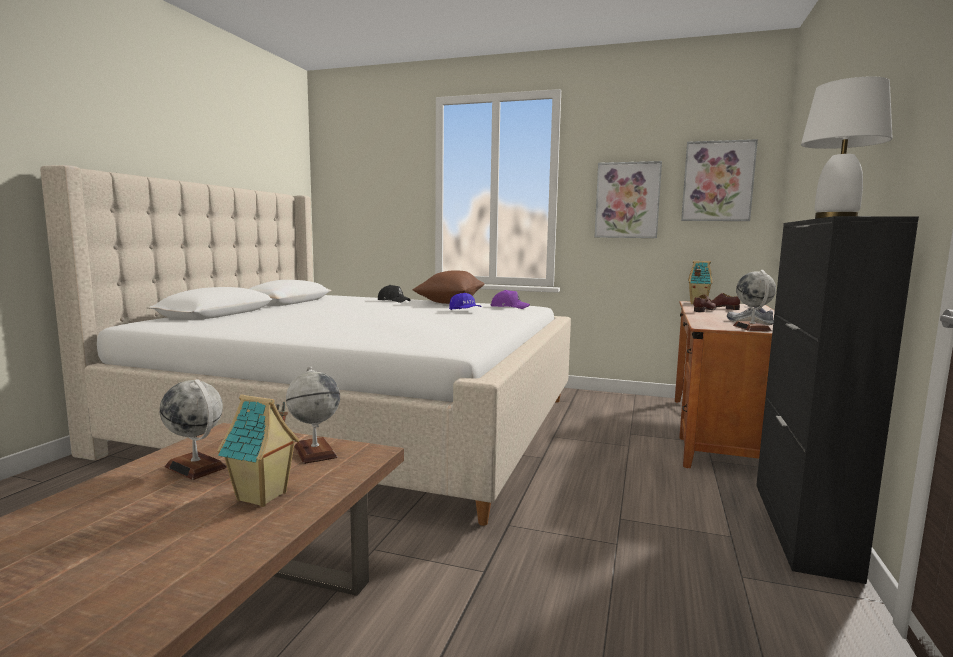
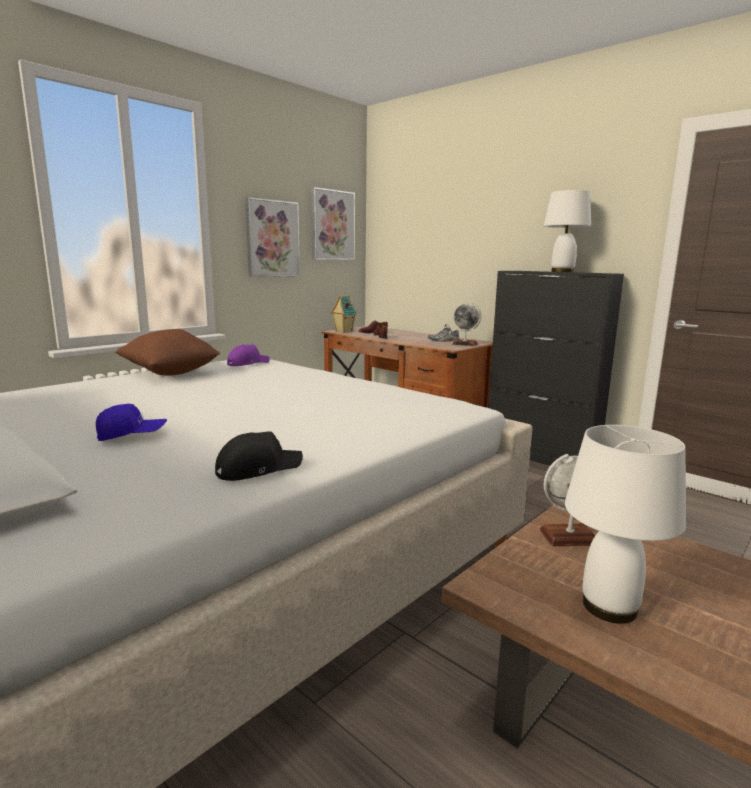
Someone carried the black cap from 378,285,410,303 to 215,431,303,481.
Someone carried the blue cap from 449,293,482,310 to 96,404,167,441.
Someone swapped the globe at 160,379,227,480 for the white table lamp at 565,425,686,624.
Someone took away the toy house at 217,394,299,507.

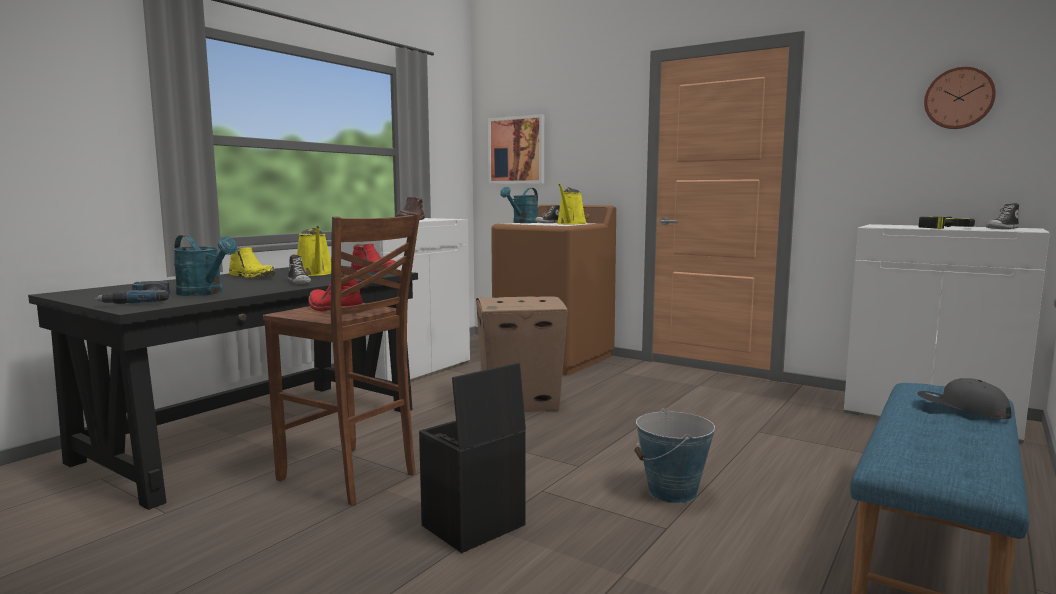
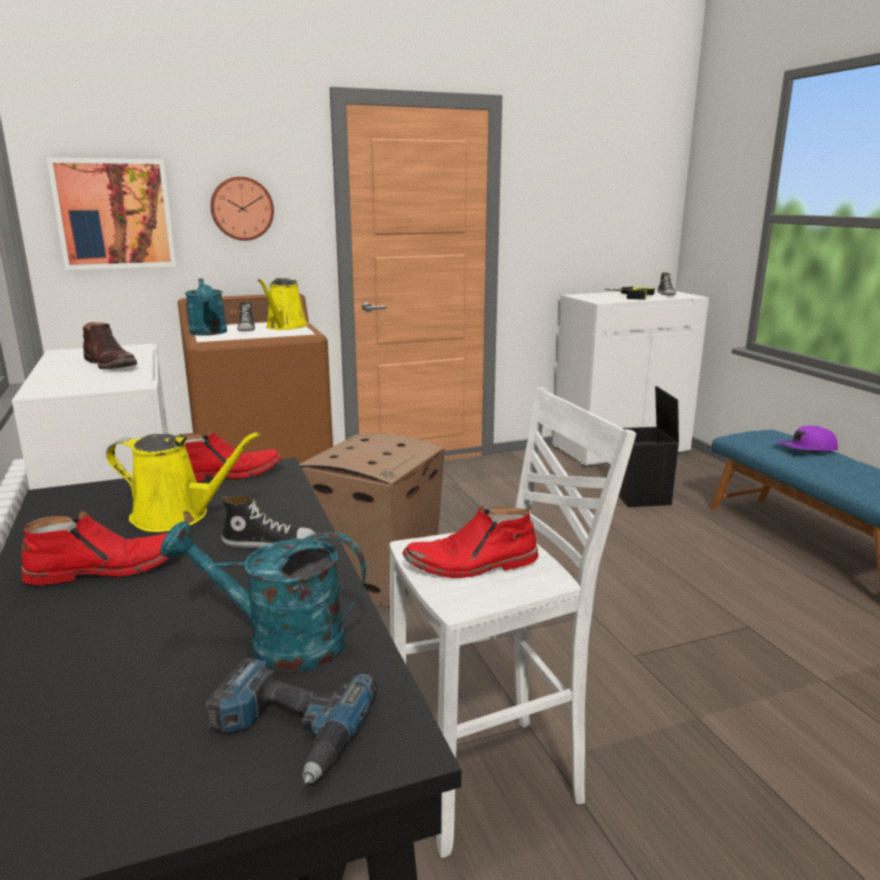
Someone carried the wall clock from 924,66,996,129 to 210,176,274,241.
Someone rotated the yellow watering can at 557,184,586,225 by 45 degrees clockwise.
Someone repainted the brown stool at 263,214,420,506, which became the white stool at 390,387,636,858.
Someone rotated the turquoise watering can at 173,235,237,296 by 150 degrees counterclockwise.
Someone repainted the yellow boot at 229,247,276,278, which became the red boot at 21,511,170,585.
Someone carried the black storage box from 419,362,526,553 to 619,386,679,507.
Someone repainted the grey cap at 917,378,1012,419, which became the purple cap at 776,425,838,451.
Someone took away the bucket at 634,408,715,503.

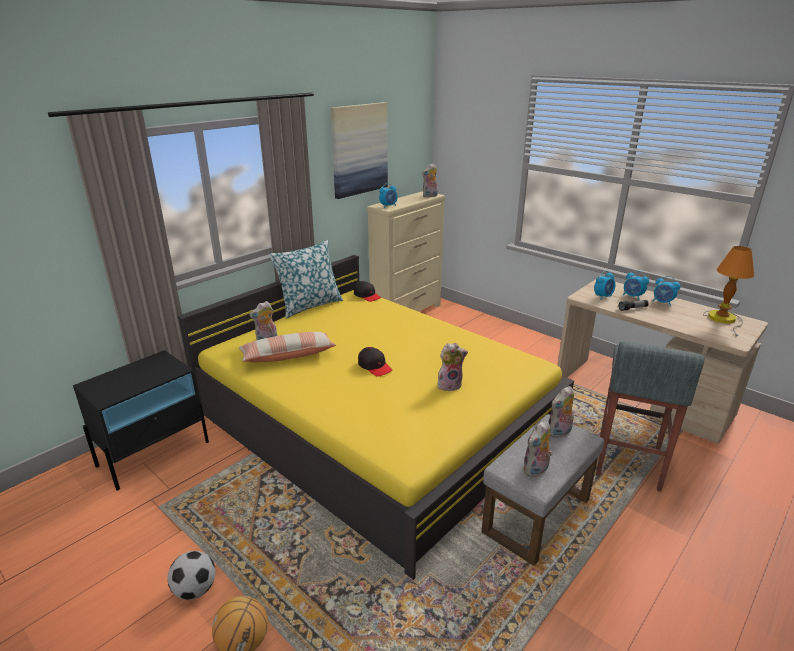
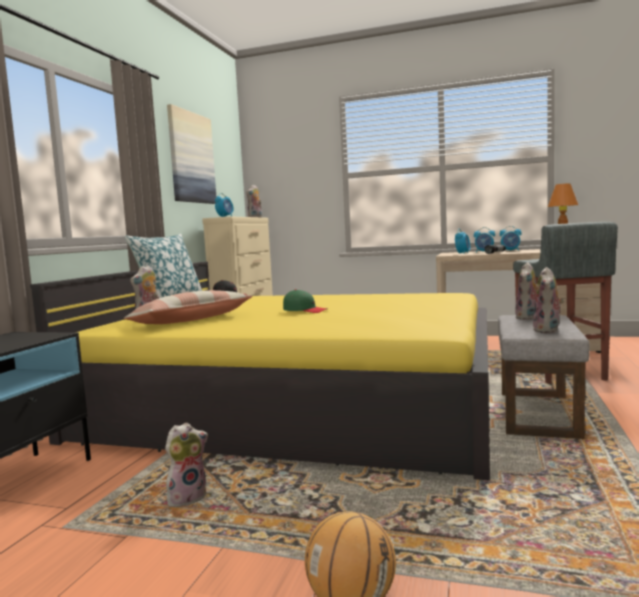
Someone carried the plush toy from 438,343,468,391 to 165,423,208,507.
Someone repainted the black cap at 358,347,392,377, which became the green cap at 283,289,328,313.
Someone took away the football at 167,551,215,600.

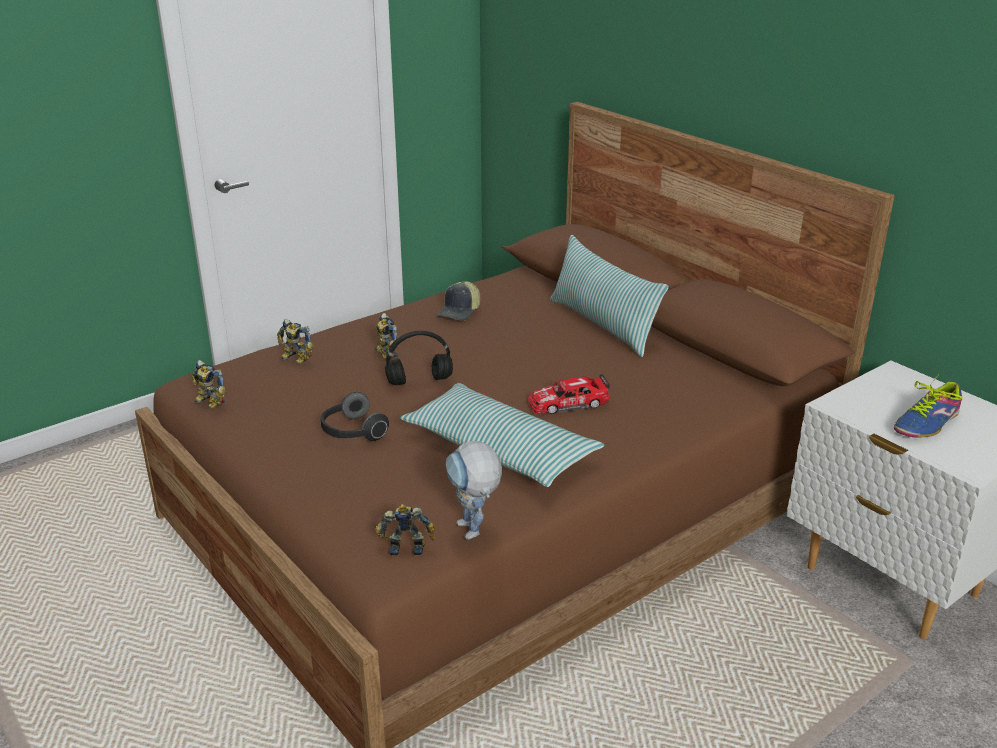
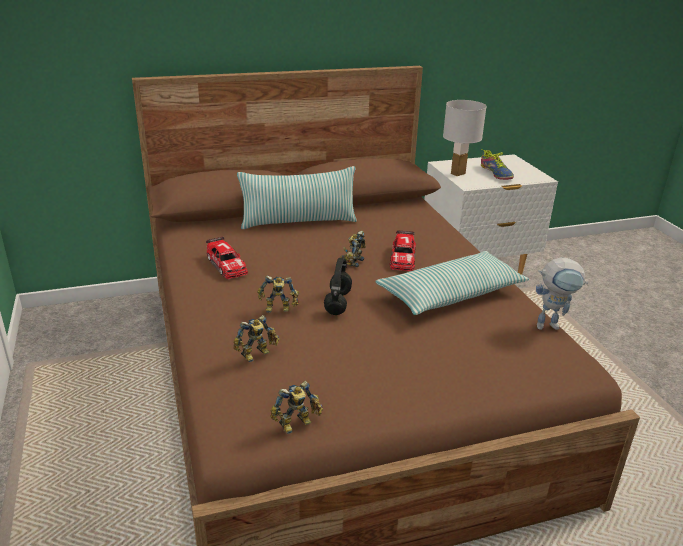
Someone swapped the cap at 437,281,480,321 for the toy car at 206,237,248,279.
Someone took away the headphones at 321,392,389,441.
Someone carried the toy robot from 375,504,435,556 to 341,231,366,267.
Someone put down the white table lamp at 443,100,487,176.

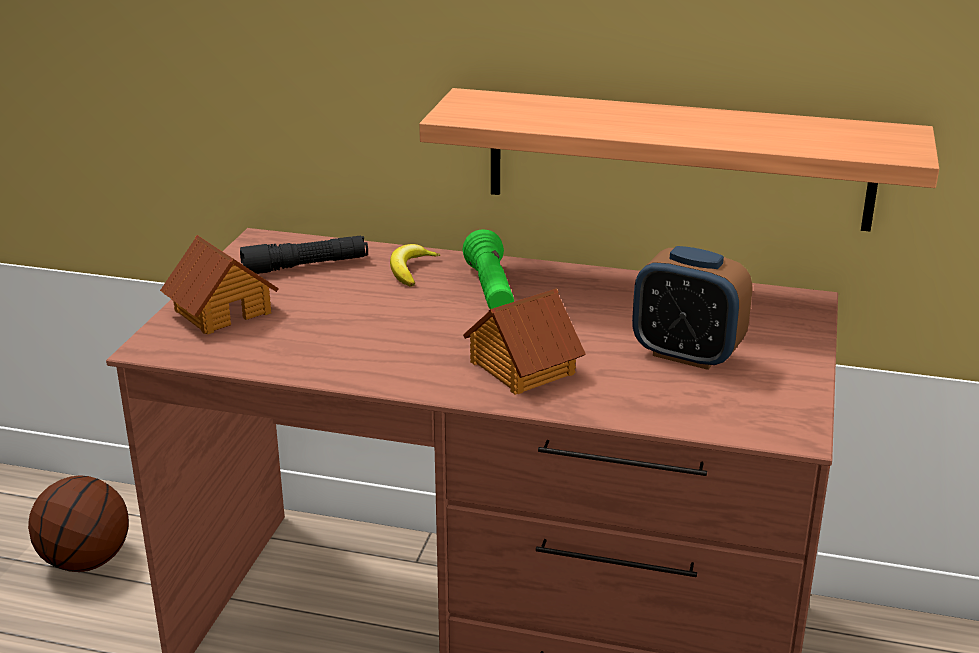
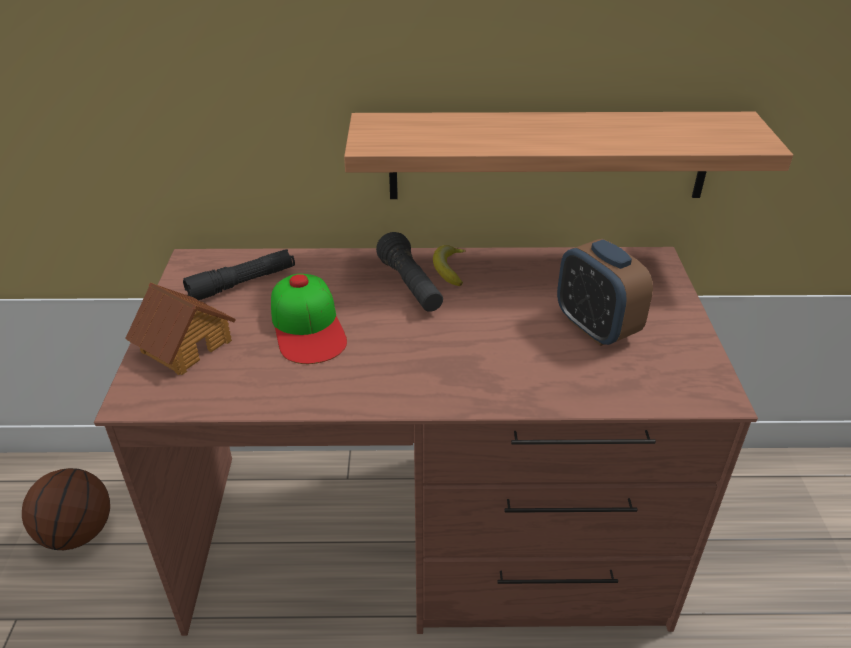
Someone repainted the green flashlight at 463,229,514,309, which became the black flashlight at 376,232,443,312.
Someone carried the banana from 390,244,440,287 to 433,245,465,286.
Someone rotated the alarm clock at 632,246,752,370 by 45 degrees clockwise.
Someone took away the toy house at 463,288,586,395.
Someone put down the cap at 271,274,347,364.

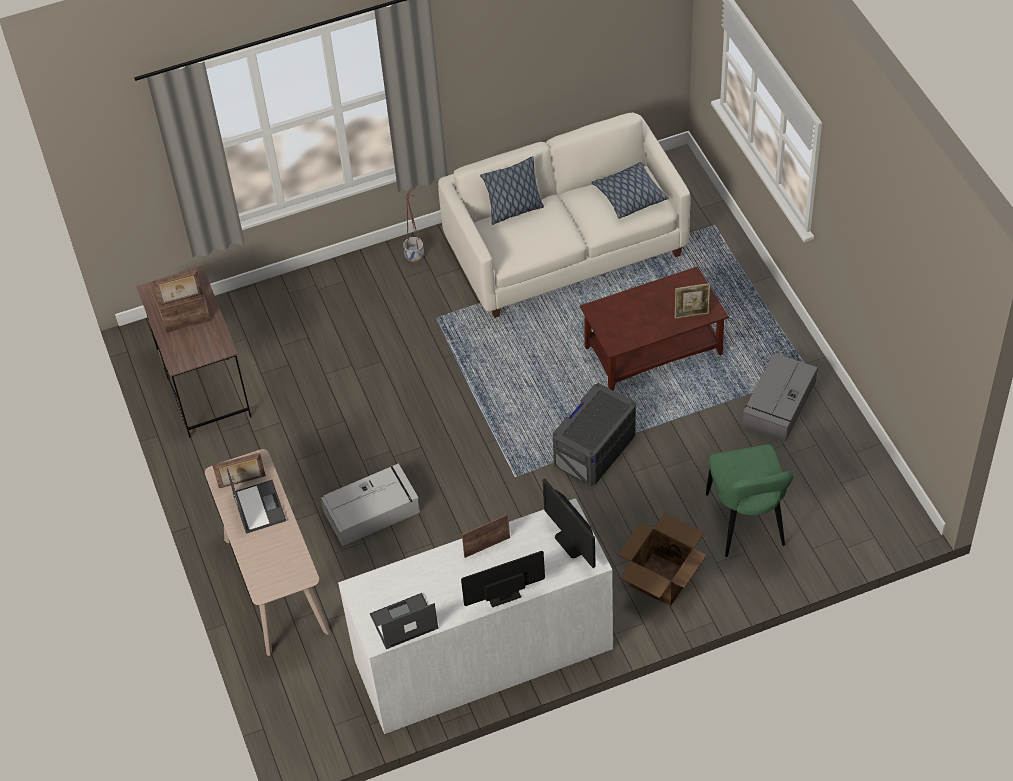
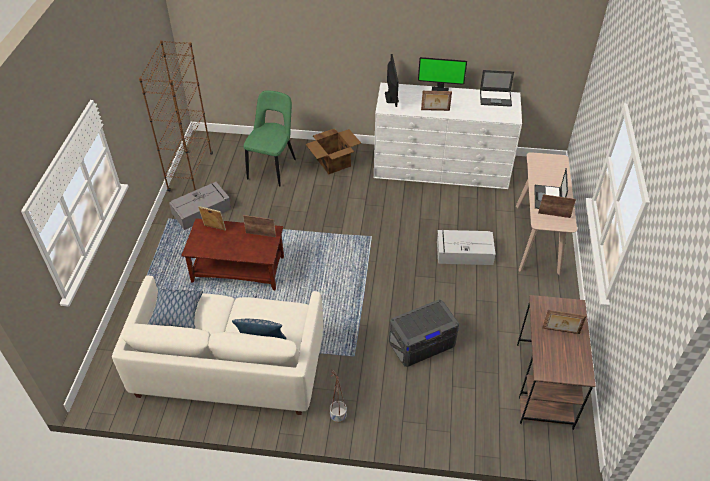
Someone carried the picture frame from 153,270,203,305 to 243,215,276,237.
Someone carried the grey storage box from 553,383,636,486 to 389,300,459,367.
Someone put down the brown bookcase at 139,40,213,191.

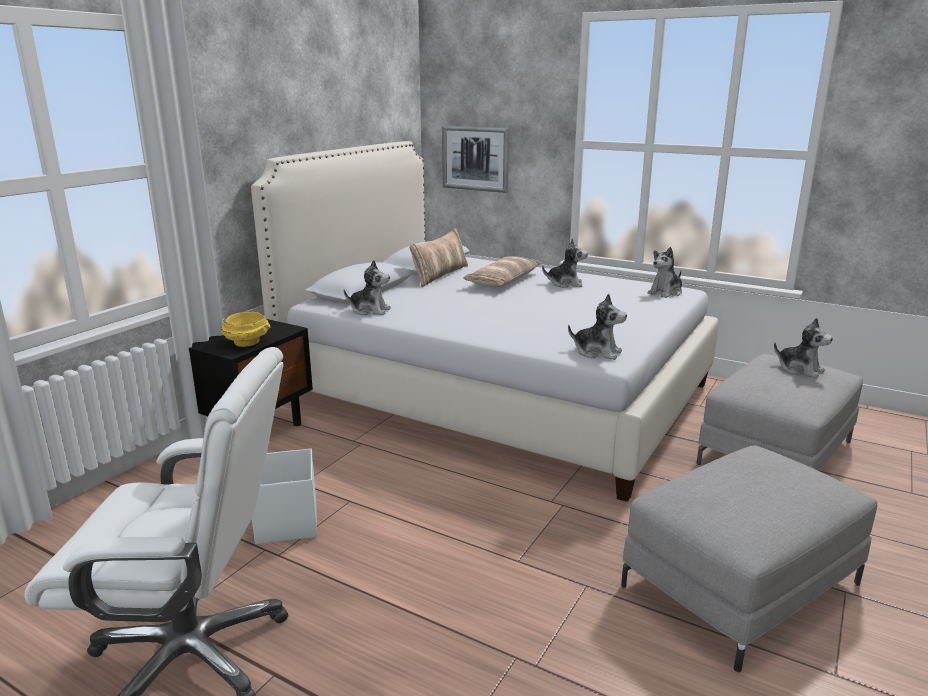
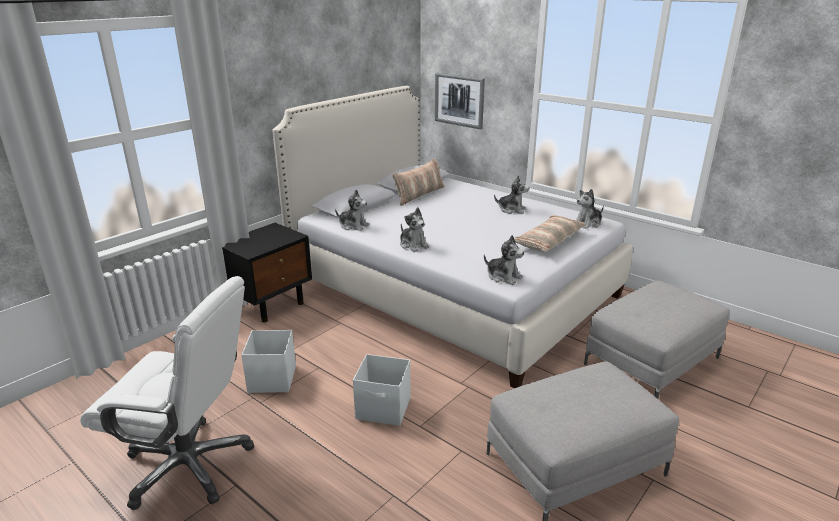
Someone carried the pillow from 463,256,542,288 to 514,215,586,252.
Someone took away the yellow bowl at 221,311,270,347.
Someone carried the plush toy from 774,318,833,378 to 400,207,429,252.
Someone put down the white storage box at 353,354,410,426.

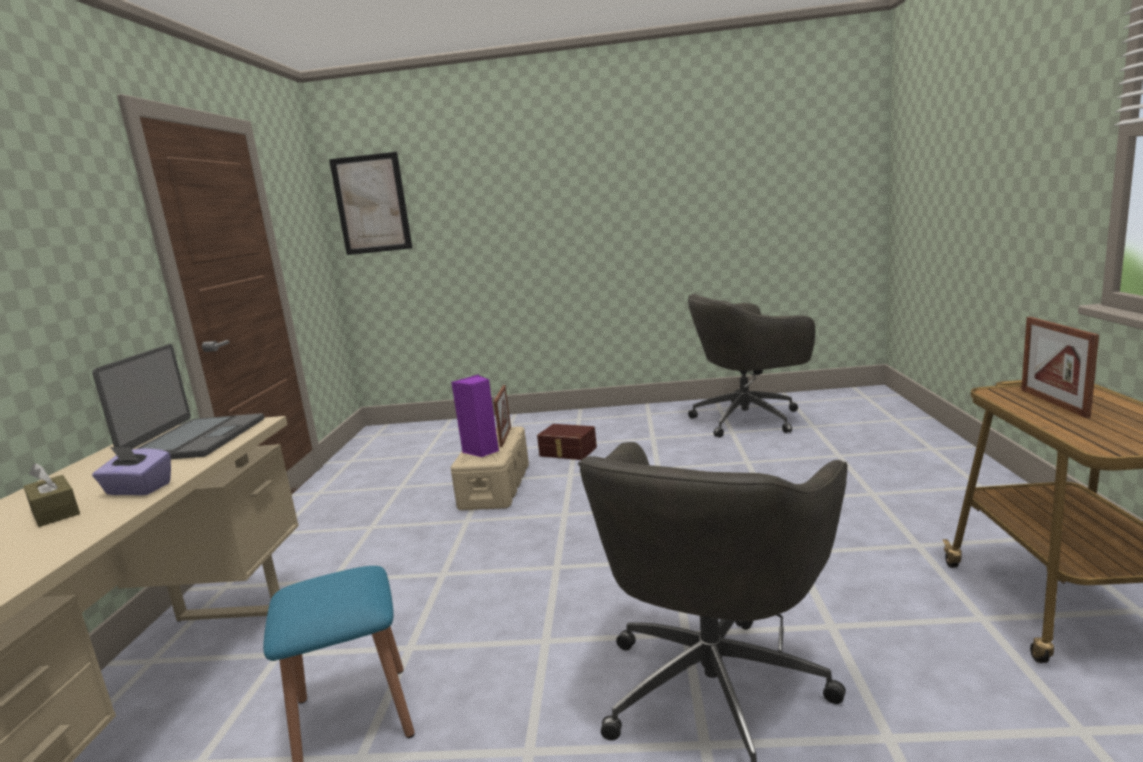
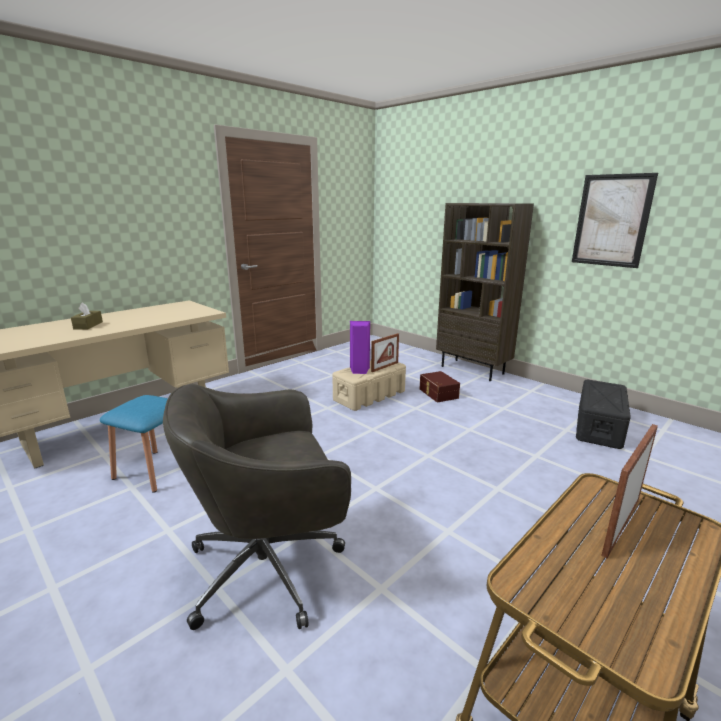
Someone carried the picture from 329,152,412,255 to 572,173,658,268.
Someone swapped the grey office chair at 688,294,815,438 for the black storage box at 576,380,631,449.
Someone took away the laptop at 92,344,264,459.
Someone took away the purple tissue box at 92,447,171,495.
Someone put down the brown bookcase at 436,203,534,381.

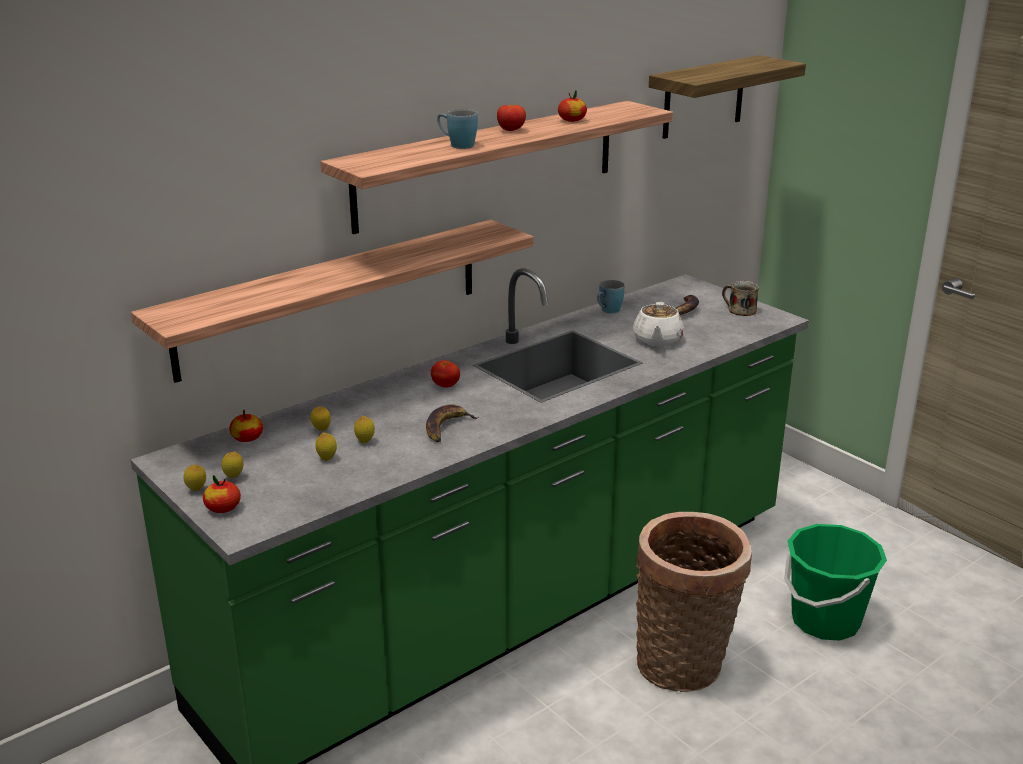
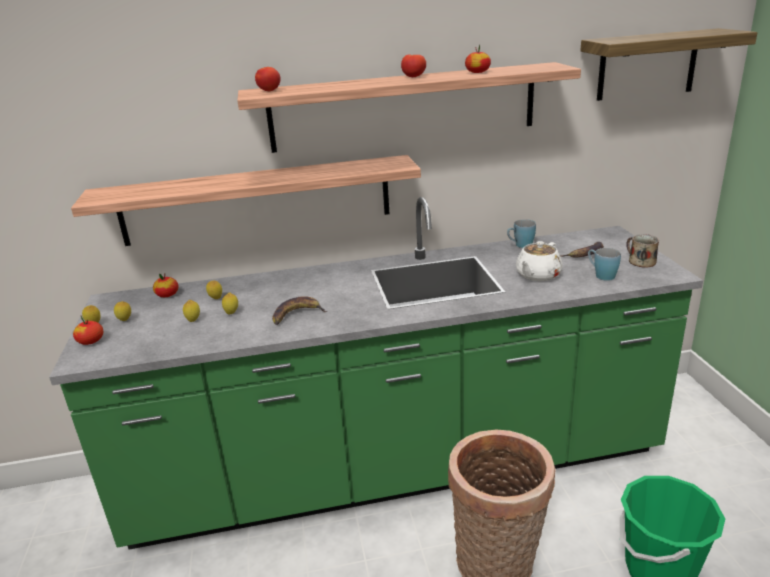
Someone carried the blue mug from 437,109,478,149 to 588,248,621,281.
Someone carried the tomato from 431,360,460,388 to 255,67,281,91.

